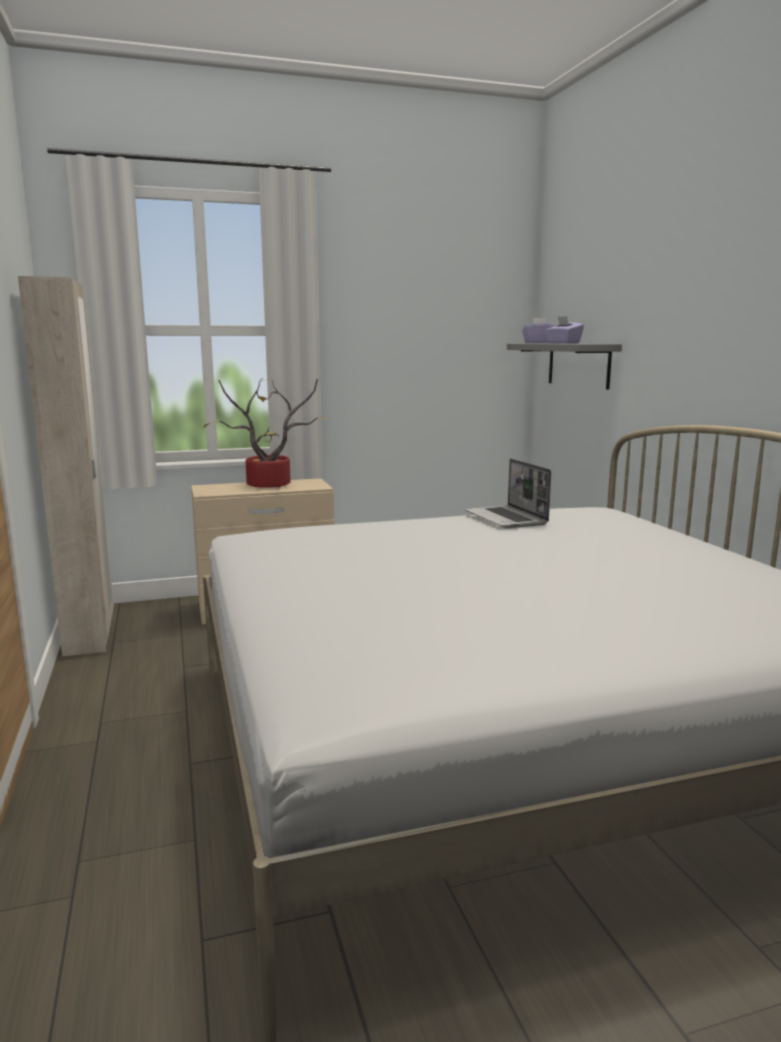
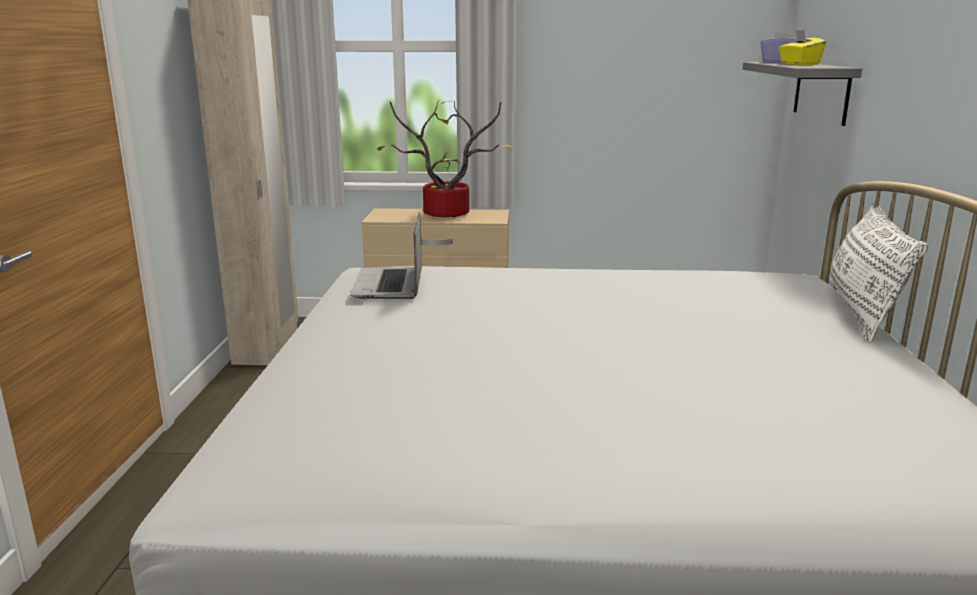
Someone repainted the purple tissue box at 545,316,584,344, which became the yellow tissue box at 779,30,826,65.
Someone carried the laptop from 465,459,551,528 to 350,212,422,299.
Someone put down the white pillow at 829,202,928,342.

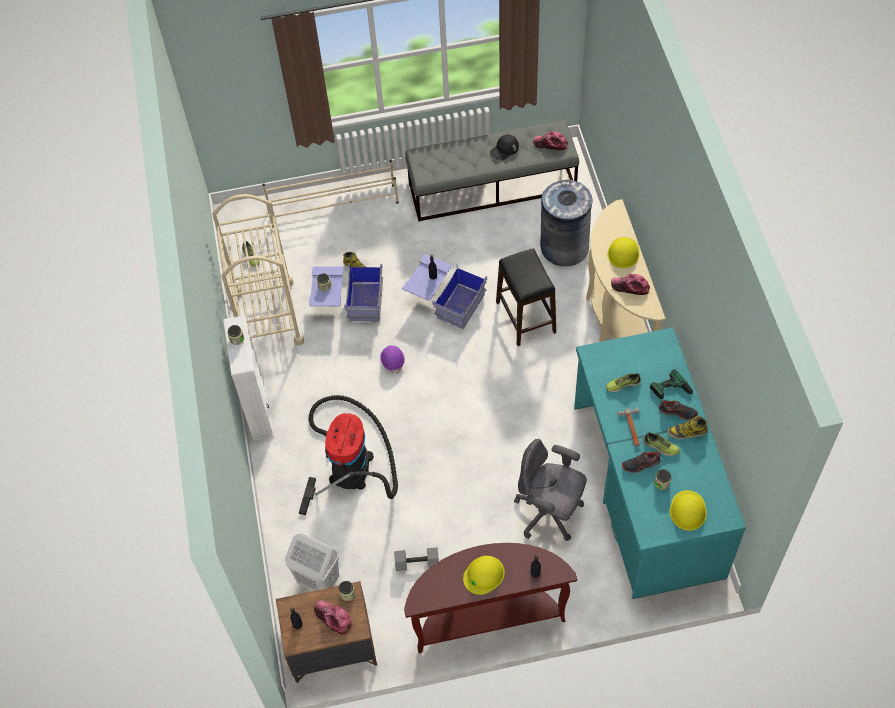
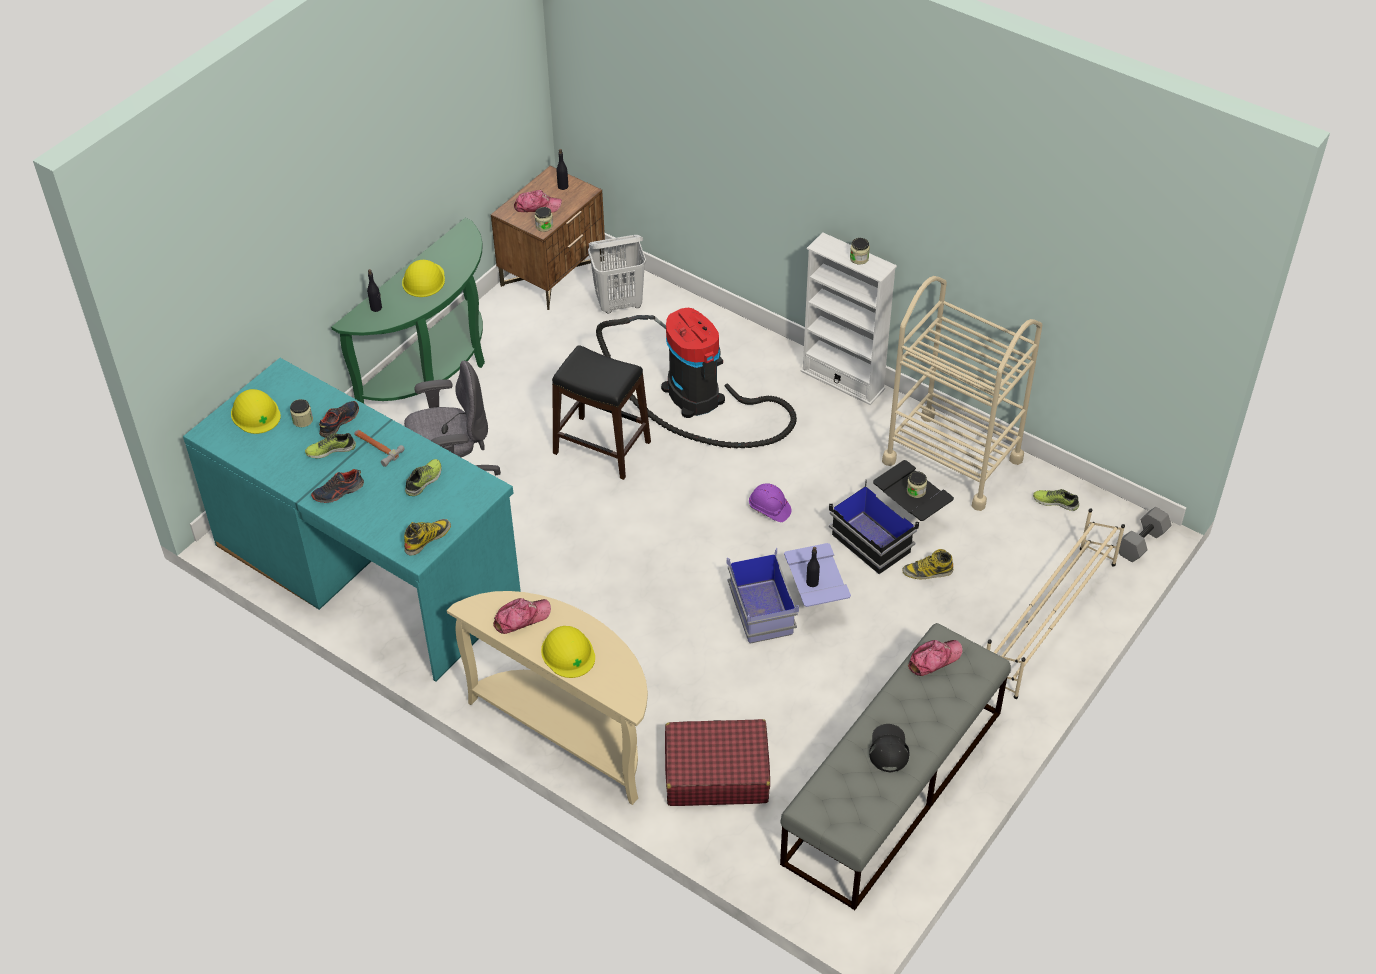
Someone carried the cap from 533,132,568,150 to 908,640,963,676.
Someone swapped the grey trash can at 540,180,592,266 for the red suitcase at 665,719,770,806.
Someone carried the black stool from 496,248,556,346 to 552,345,651,480.
Someone repainted the blue storage box at 309,263,383,322, which became the black storage box at 829,460,954,574.
Someone took away the power drill at 650,369,696,399.
Someone carried the boot from 667,416,707,439 to 404,519,451,556.
Someone repainted the brown console table at 404,543,577,653, which became the green console table at 331,218,485,404.
Someone carried the grey dumbbell from 394,547,439,571 to 1116,507,1171,562.

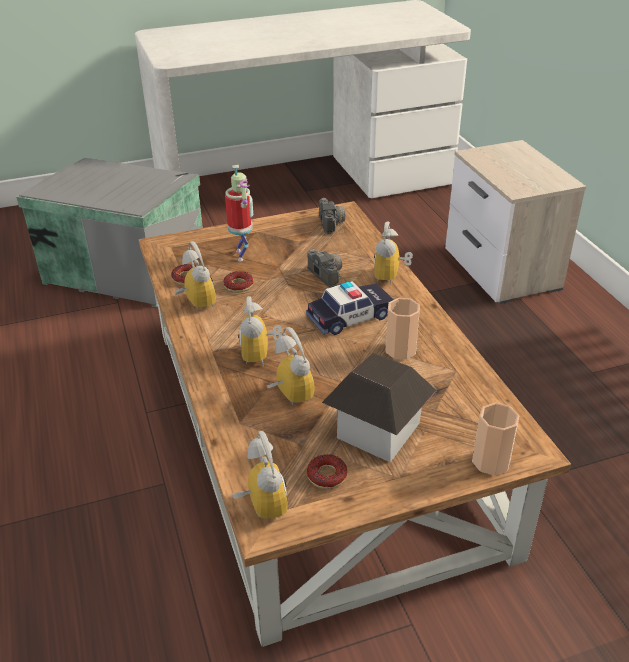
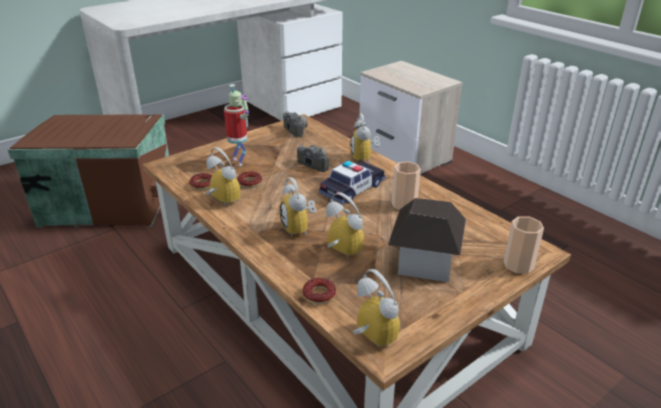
Someone repainted the grey storage box at 16,158,203,307, which became the brown storage box at 8,114,169,227.
Someone carried the donut from 307,454,347,489 to 303,278,336,304.

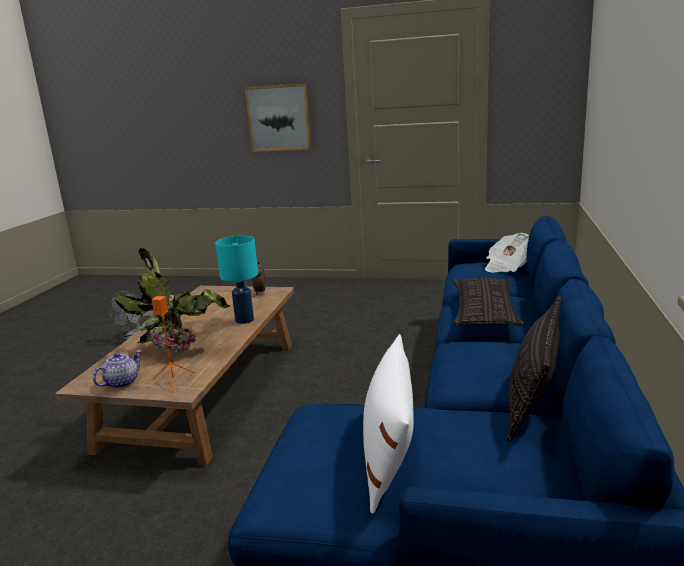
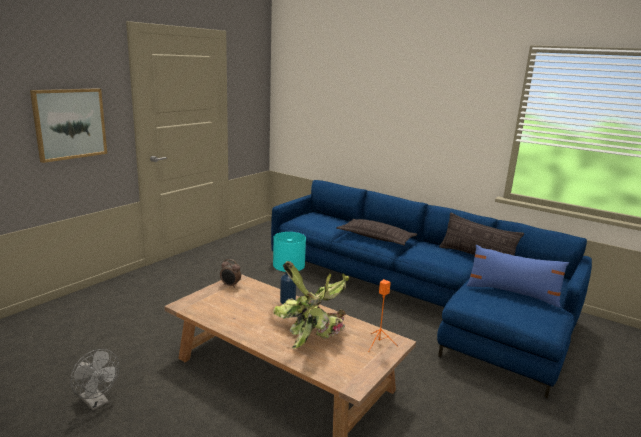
Someone took away the newspaper at 485,233,529,272.
Someone repainted the white pillow at 363,334,414,514, which became the blue pillow at 466,245,569,308.
Someone took away the teapot at 93,350,142,389.

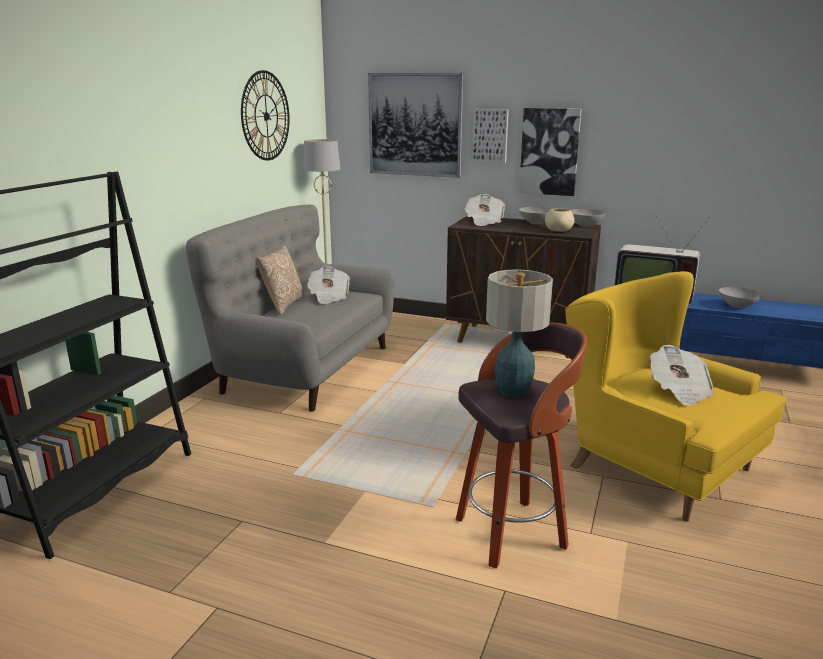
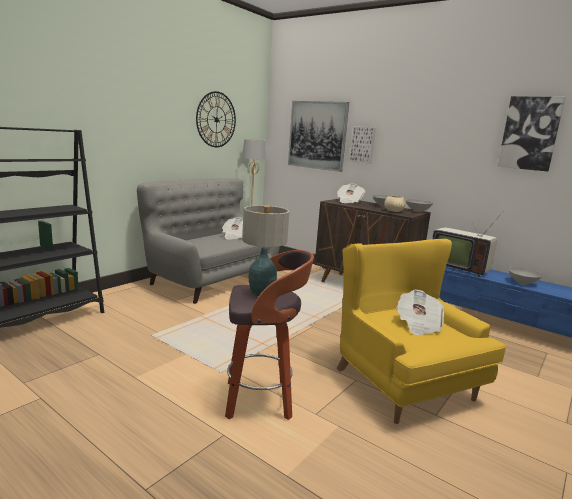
Someone carried the picture from 519,108,582,196 to 497,96,565,172.
Someone took away the pillow at 257,246,304,315.

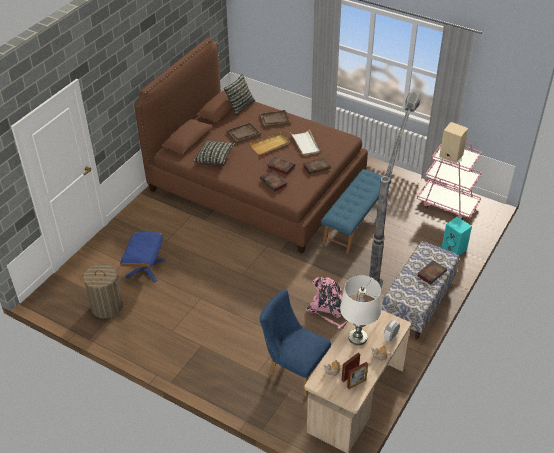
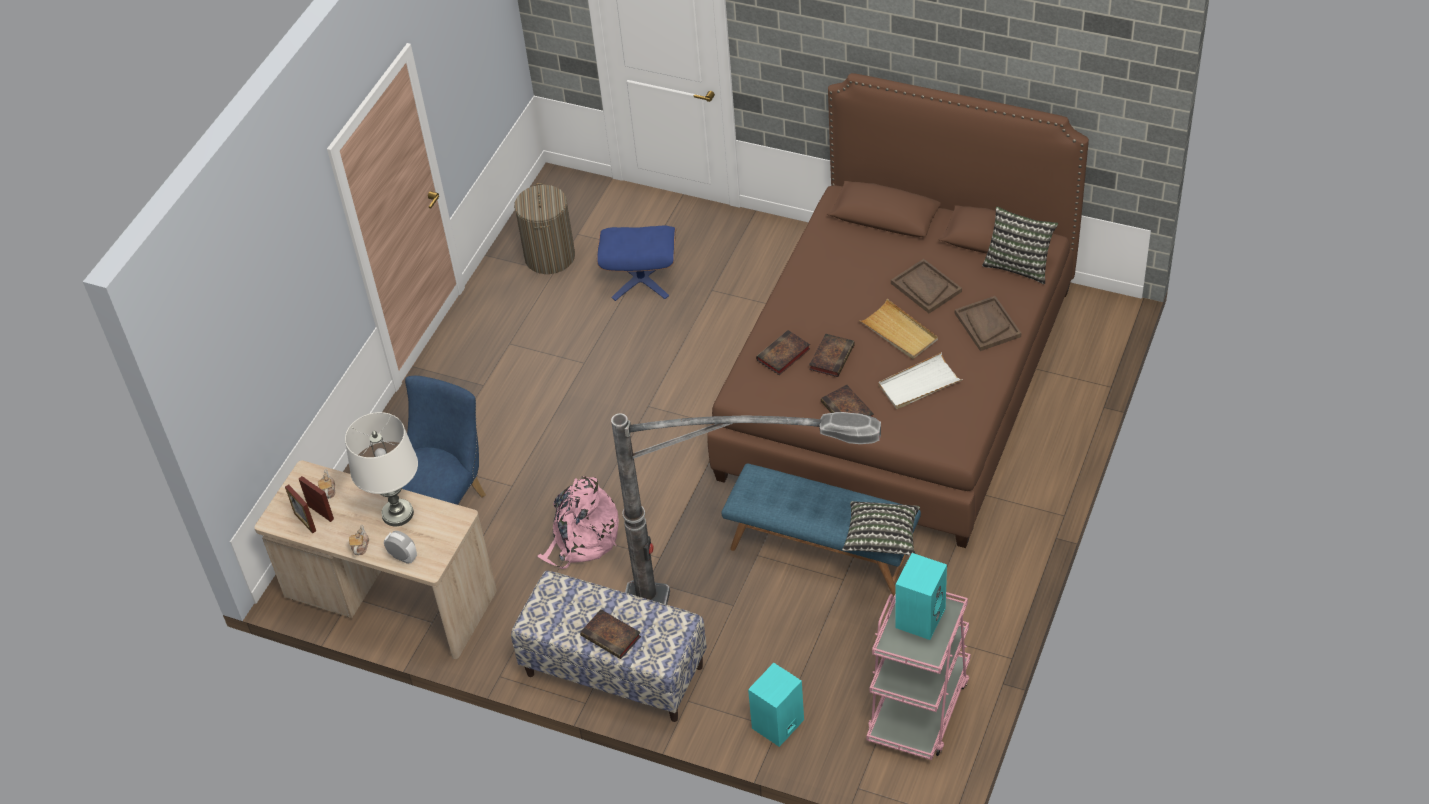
Someone repainted the beige speaker at 439,122,468,163, which became the turquoise speaker at 896,553,947,640.
Someone carried the pillow from 194,141,235,164 to 842,501,920,555.

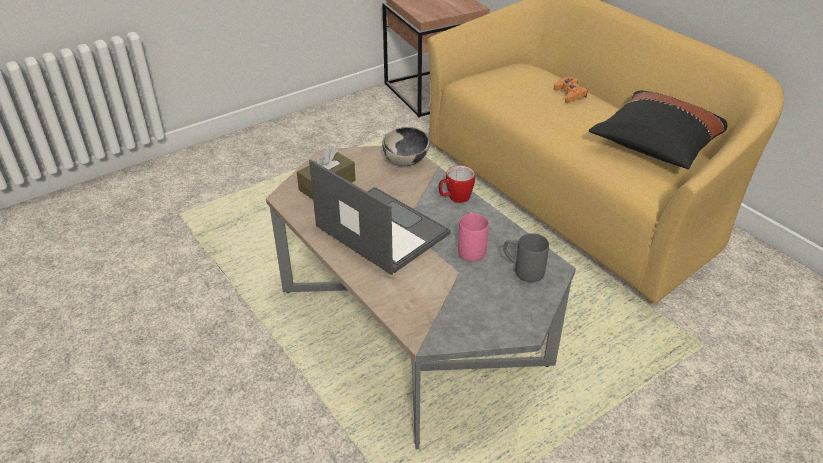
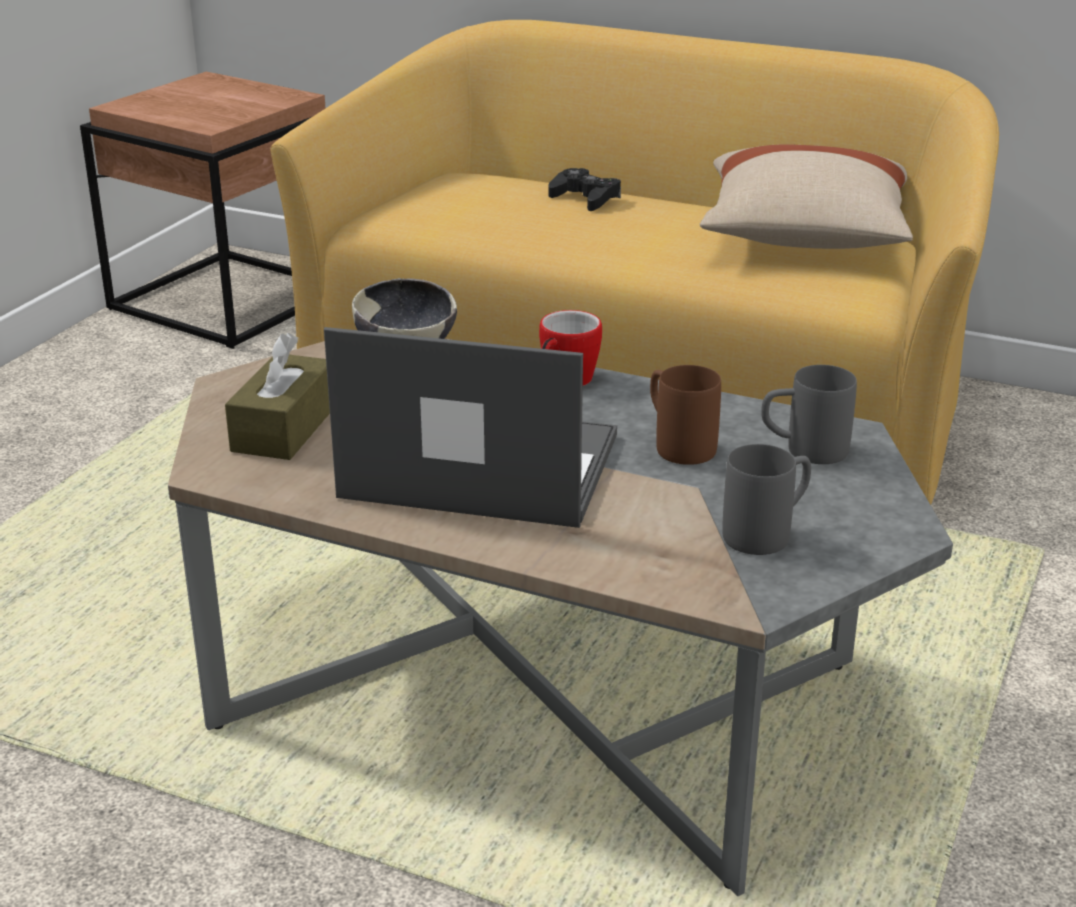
Someone repainted the orange game controller at 554,77,588,103, which became the black game controller at 548,168,621,211.
Someone repainted the black pillow at 589,91,727,169, which became the beige pillow at 700,144,913,249.
Someone repainted the pink mug at 458,212,489,261, which became the brown mug at 650,365,721,465.
Someone put down the grey mug at 722,444,811,555.

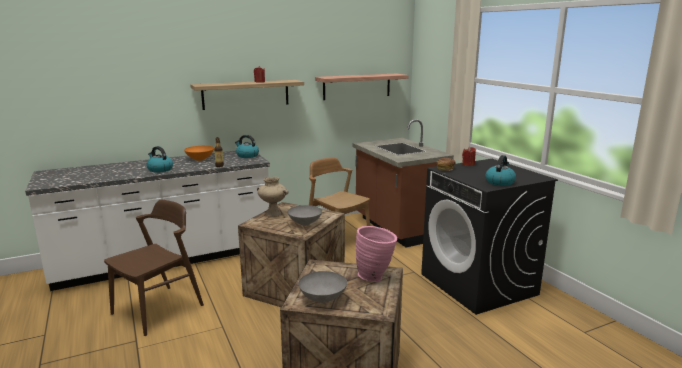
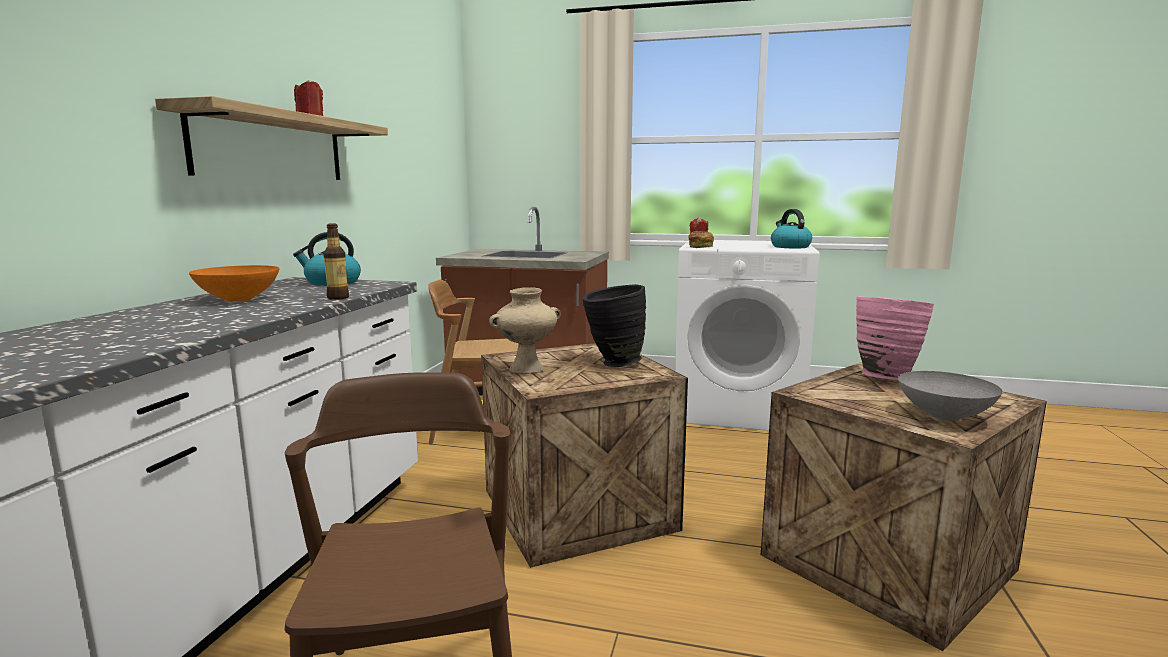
Someone took away the shelf at 315,73,408,100.
Someone took away the kettle at 146,146,173,173.
Someone repainted the black washing machine at 421,159,558,315, which became the white washing machine at 675,240,819,431.
Someone swapped the grey bowl at 287,205,322,225 for the black vase at 582,284,646,367.

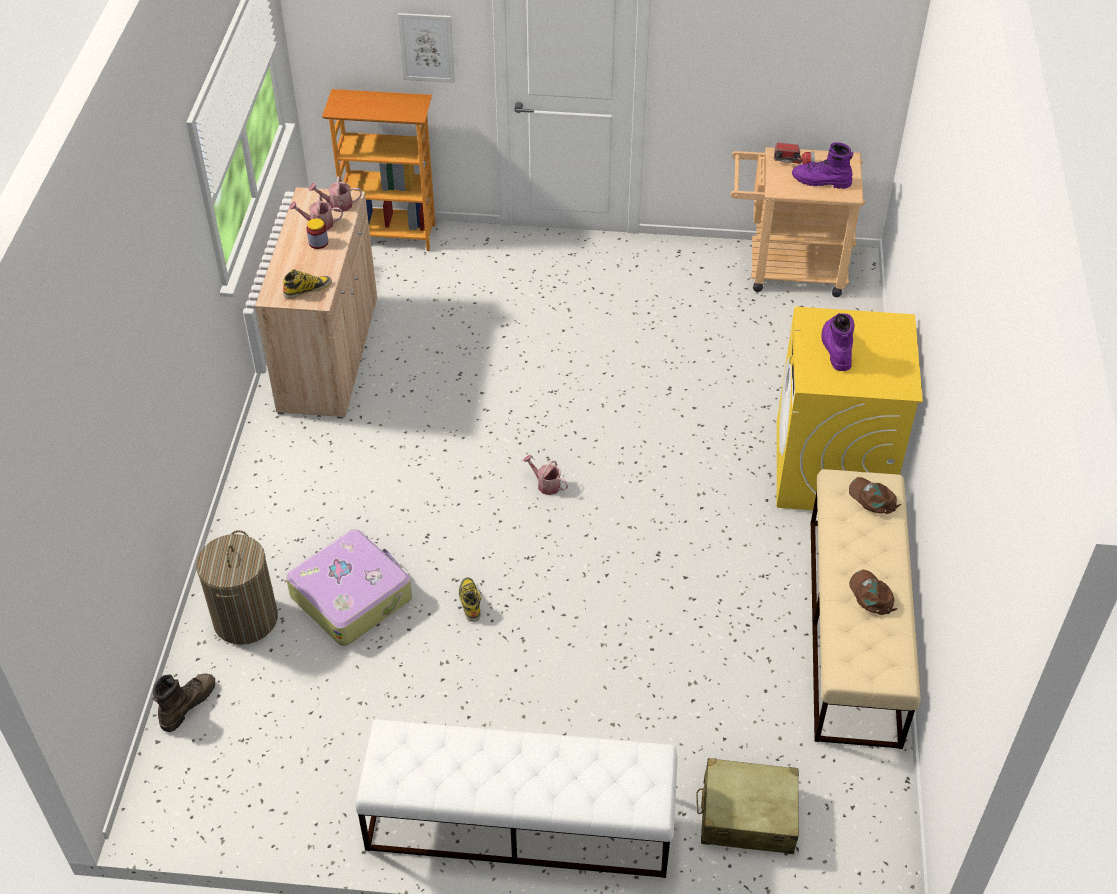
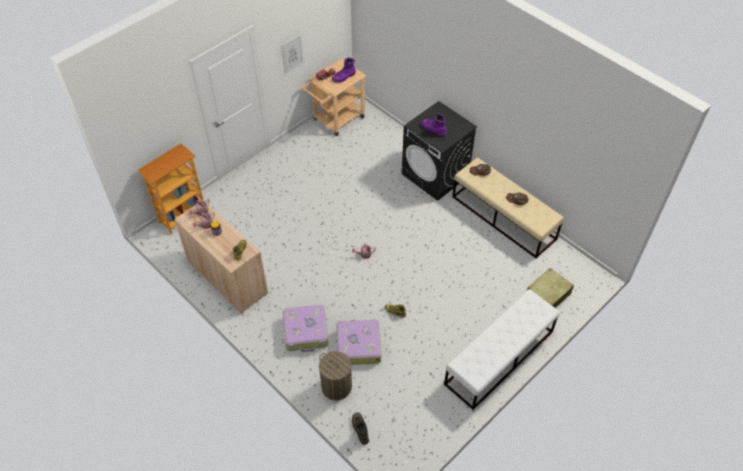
Someone carried the picture from 398,13,455,83 to 281,34,303,74.
Someone repainted the yellow washing machine at 777,307,923,510, which became the black washing machine at 402,101,477,201.
Someone put down the suitcase at 283,305,329,352.

